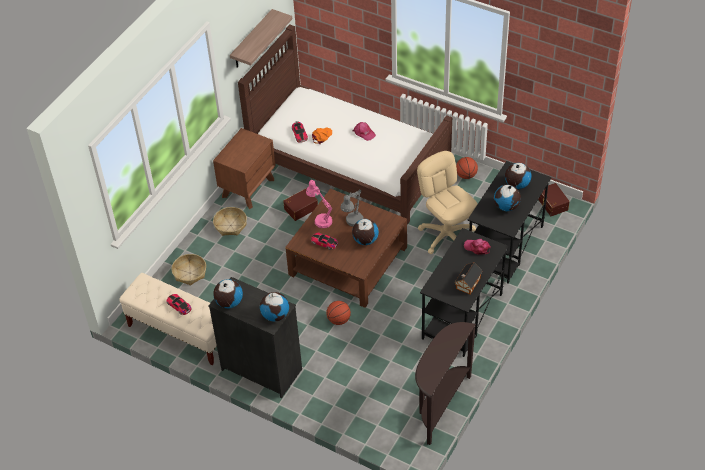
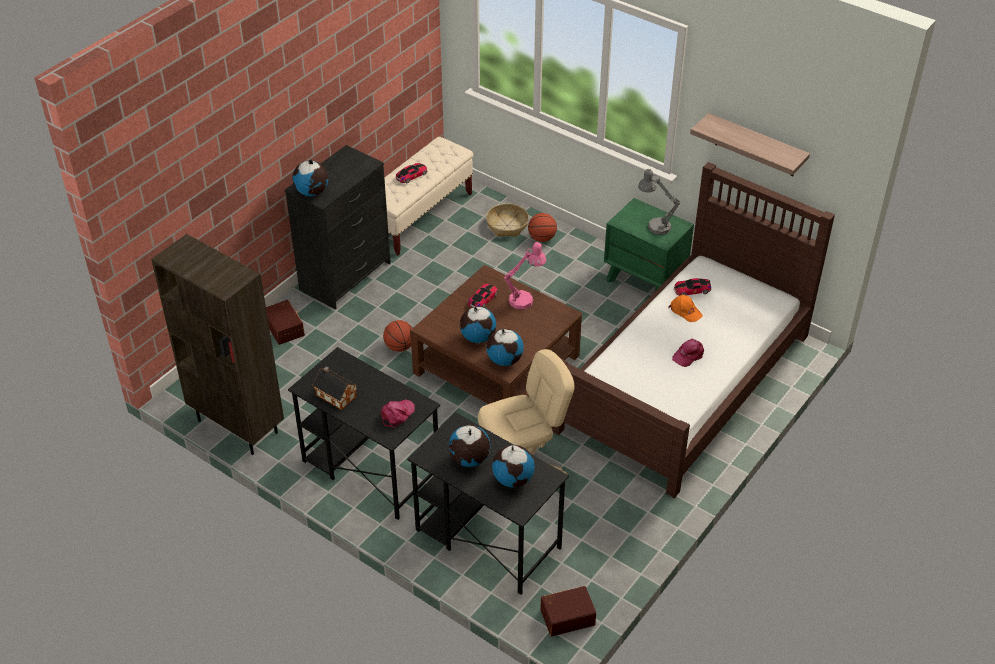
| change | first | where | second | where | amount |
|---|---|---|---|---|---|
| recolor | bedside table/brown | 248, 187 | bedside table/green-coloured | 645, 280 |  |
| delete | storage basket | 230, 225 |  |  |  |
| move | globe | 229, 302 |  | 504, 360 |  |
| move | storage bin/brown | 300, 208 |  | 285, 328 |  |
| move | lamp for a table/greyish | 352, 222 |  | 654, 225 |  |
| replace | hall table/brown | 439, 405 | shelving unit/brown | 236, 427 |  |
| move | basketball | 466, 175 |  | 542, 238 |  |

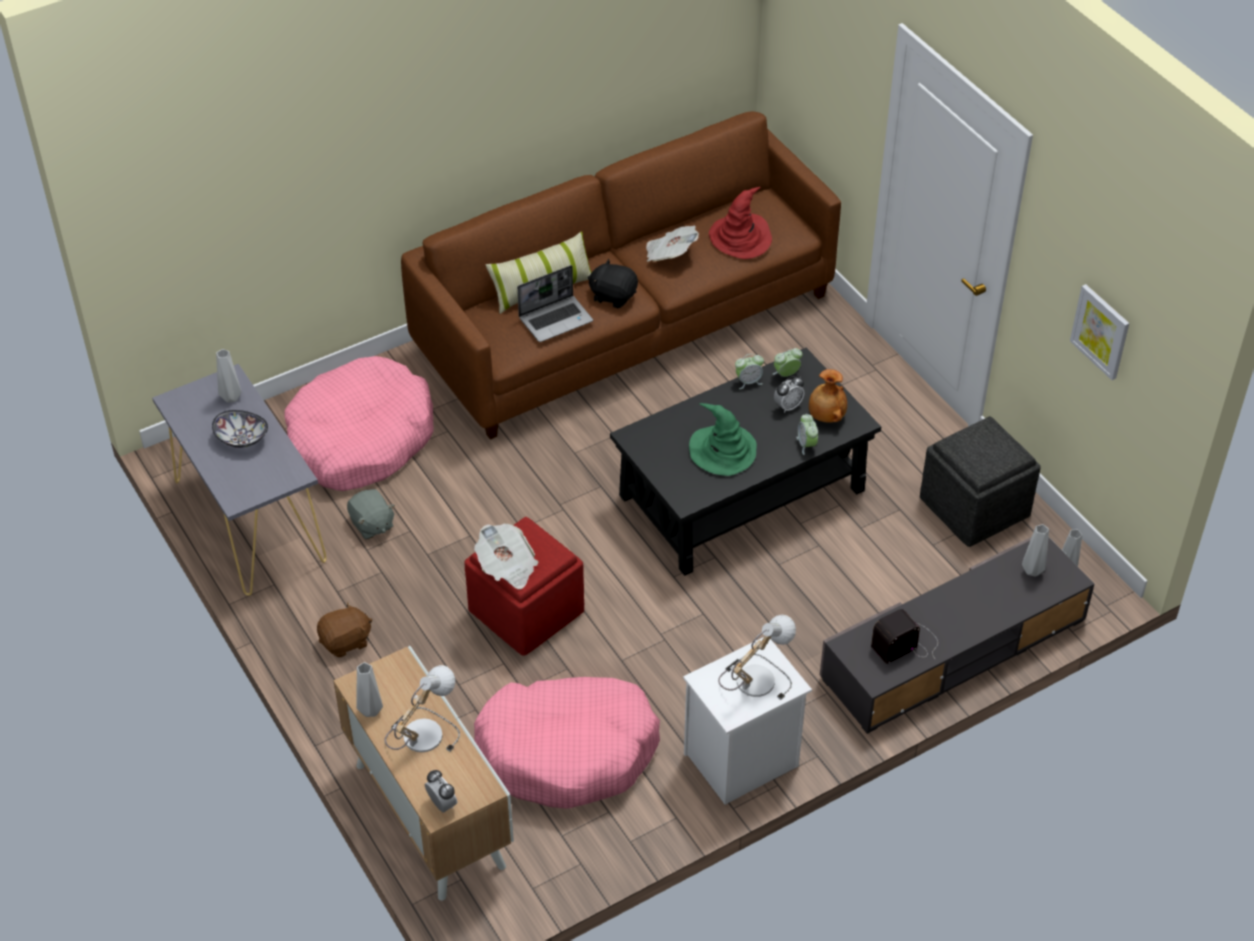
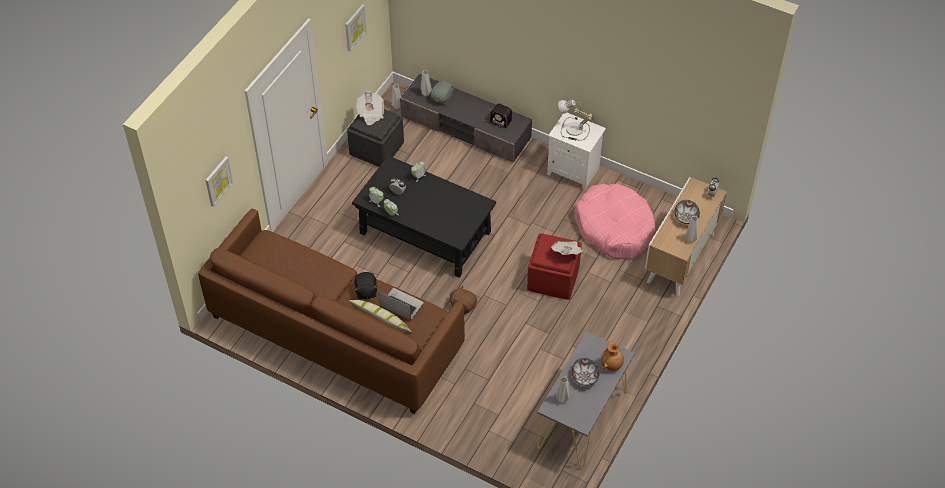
| change | first | where | second | where | amount |
|---|---|---|---|---|---|
| delete | dog cushion/pinkish | 360, 439 |  |  |  |
| move | soft toy/brown | 346, 641 |  | 463, 305 |  |
| move | soft toy/greyish | 372, 525 |  | 442, 98 |  |
| replace | lamp for a table | 421, 732 | deep dish | 686, 217 |  |
| move | printed paper | 670, 254 |  | 370, 114 |  |
| delete | wearable hat/green-coloured | 723, 451 |  |  |  |
| delete | wearable hat/reddish | 741, 238 |  |  |  |
| move | flower vase/brown | 826, 416 |  | 612, 365 |  |
| insert |  |  | wall art | 218, 181 |  |

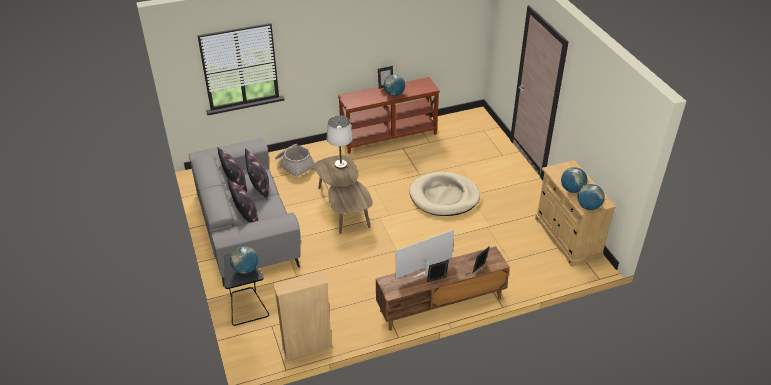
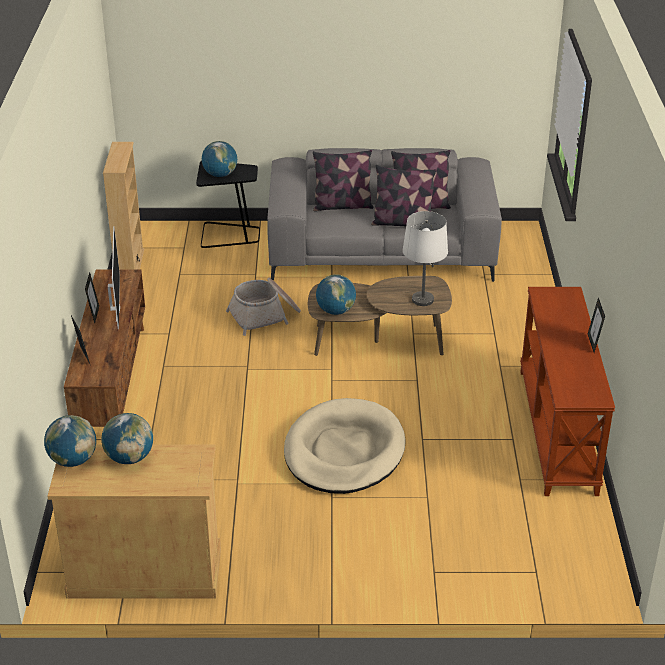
| change | first | where | second | where | amount |
|---|---|---|---|---|---|
| move | storage basket | 295, 165 |  | 265, 316 |  |
| move | globe | 394, 94 |  | 335, 311 |  |

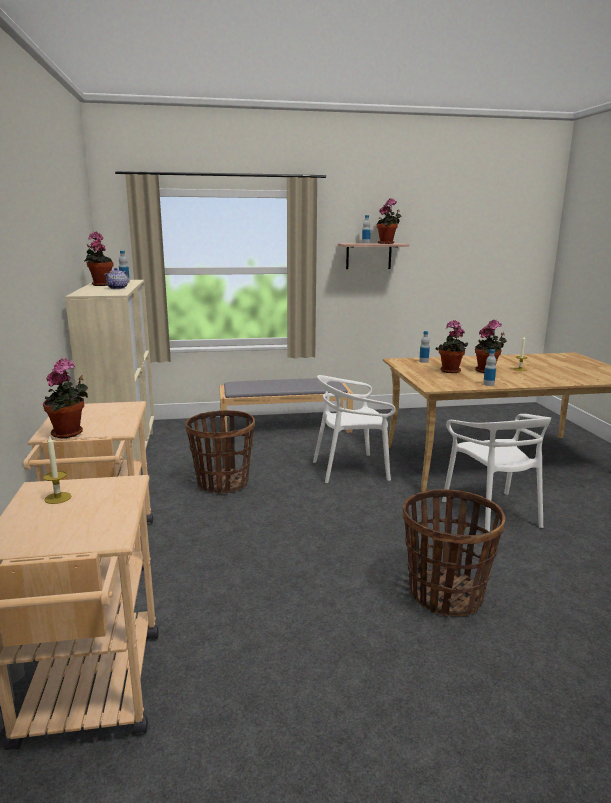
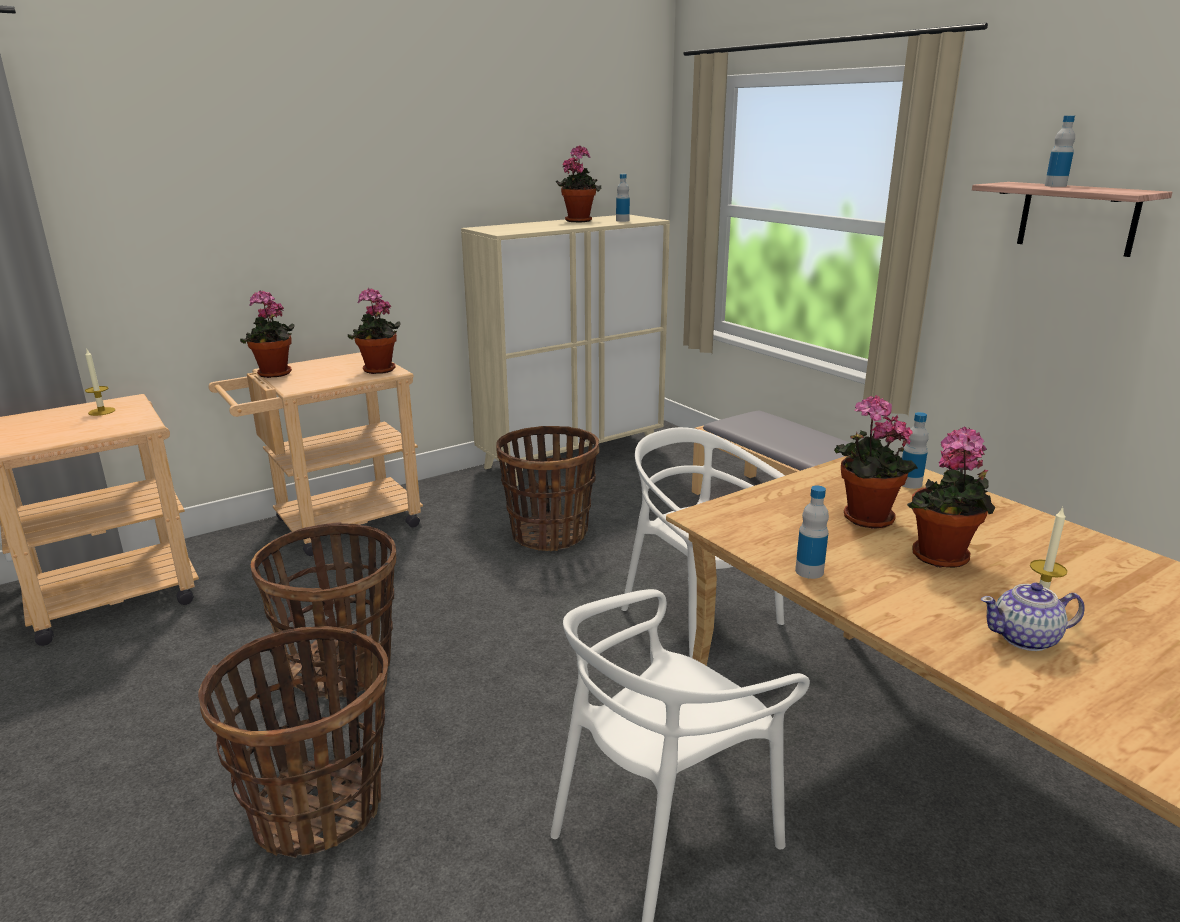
| change | first | where | second | where | amount |
|---|---|---|---|---|---|
| move | tea pot | 118, 288 |  | 1026, 639 |  |
| move | plant in a pot | 387, 243 |  | 379, 371 |  |
| insert |  |  | storage basket | 341, 668 |  |

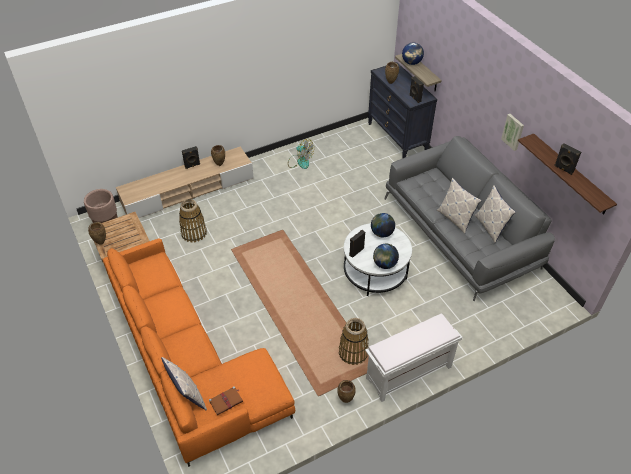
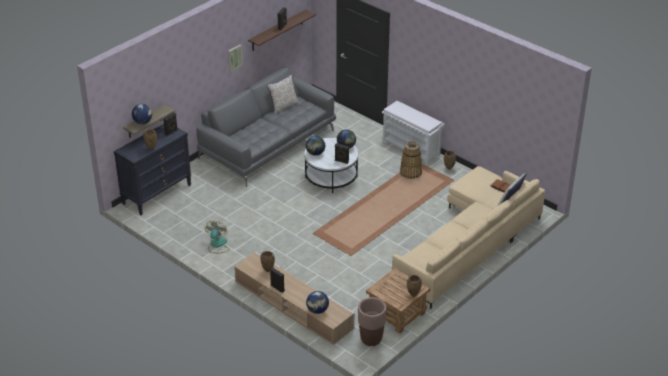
| change | first | where | second | where | amount |
|---|---|---|---|---|---|
| recolor | settee/orange-coloured | 190, 362 | settee/beige-coloured | 469, 243 |  |
| delete | storage basket | 194, 233 |  |  |  |
| delete | pillow | 455, 219 |  |  |  |
| insert |  |  | globe | 317, 310 |  |

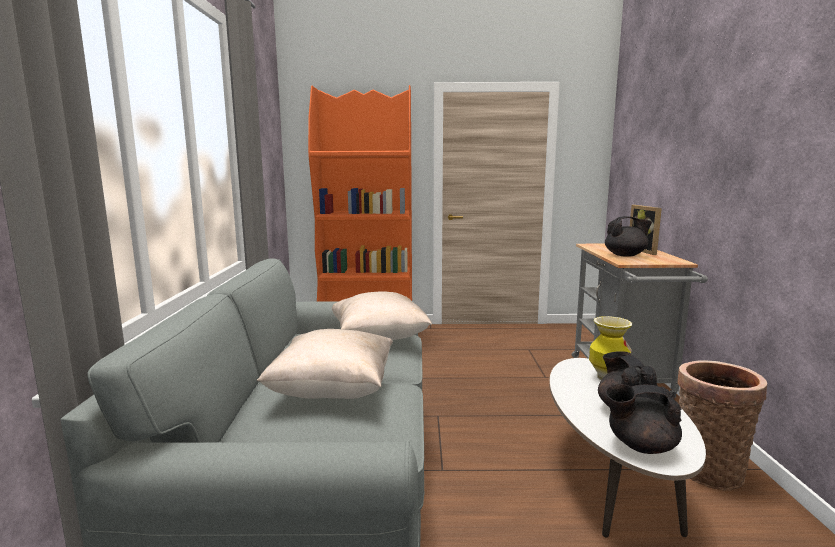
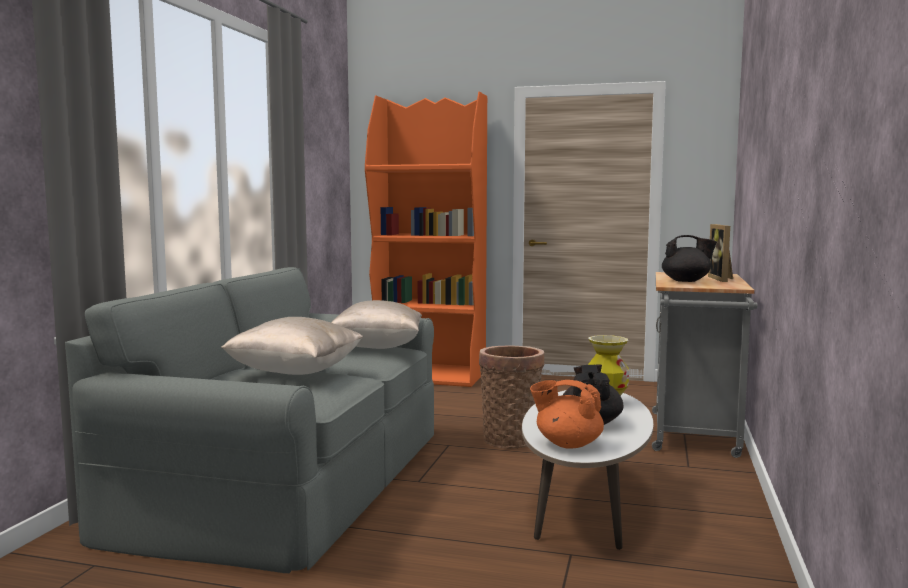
| change | first | where | second | where | amount |
|---|---|---|---|---|---|
| recolor | tea pot/black-coloured | 640, 446 | tea pot/orange-coloured | 567, 444 |  |
| move | storage basket | 708, 469 |  | 510, 439 |  |

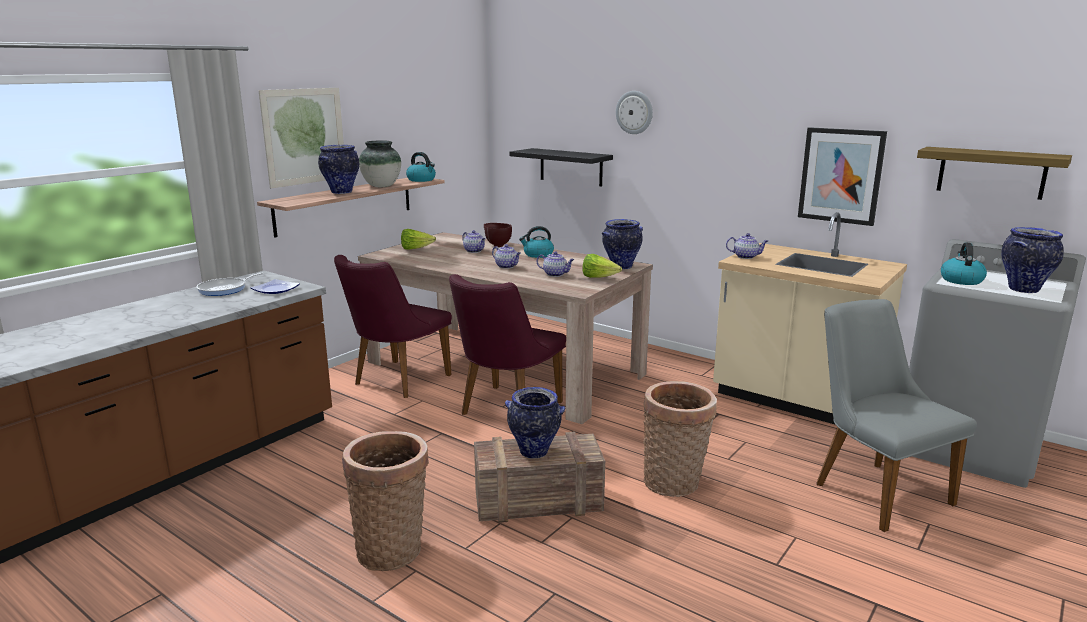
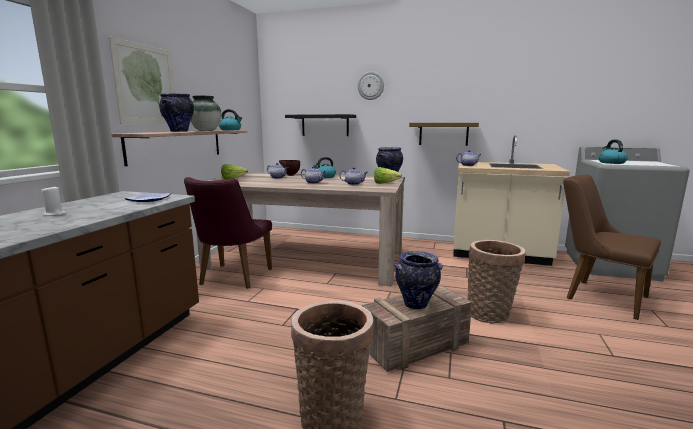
| change | first | where | second | where | amount |
|---|---|---|---|---|---|
| delete | skillet | 225, 289 |  |  |  |
| delete | upright chair/purplish | 505, 411 |  |  |  |
| delete | wall art | 841, 175 |  |  |  |
| recolor | upright chair/greyish | 872, 488 | upright chair/brown | 598, 295 |  |
| move | bracket shelf | 991, 172 |  | 443, 134 |  |
| delete | flower vase | 1024, 289 |  |  |  |
| insert |  |  | wax light/whitish | 55, 214 |  |

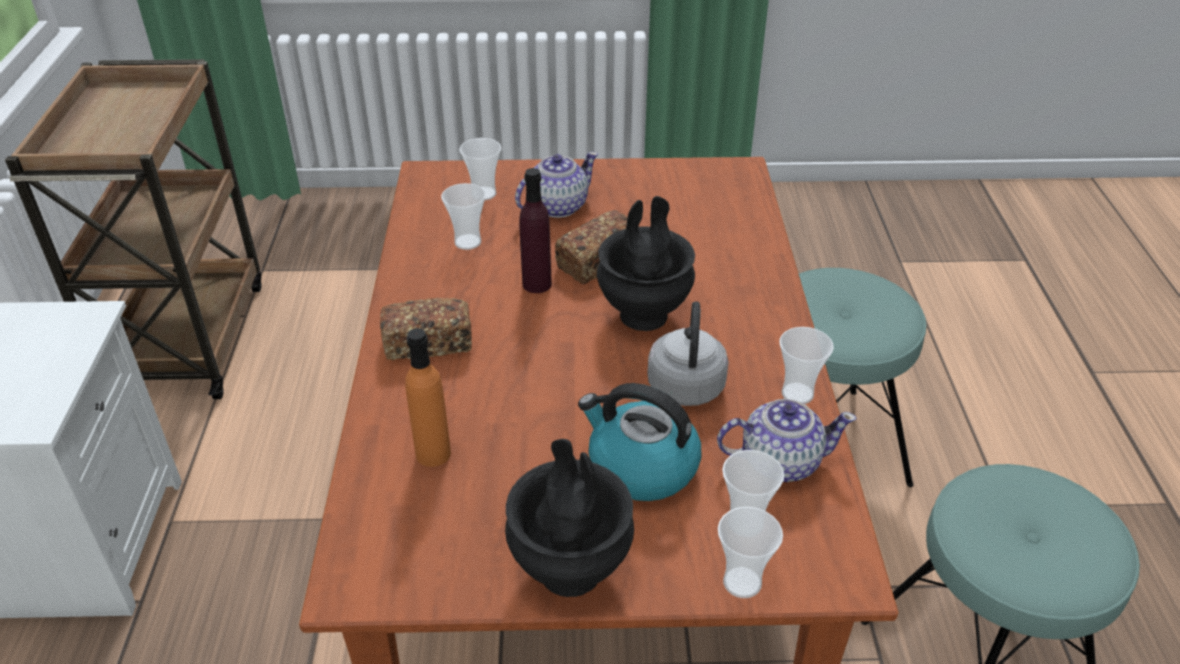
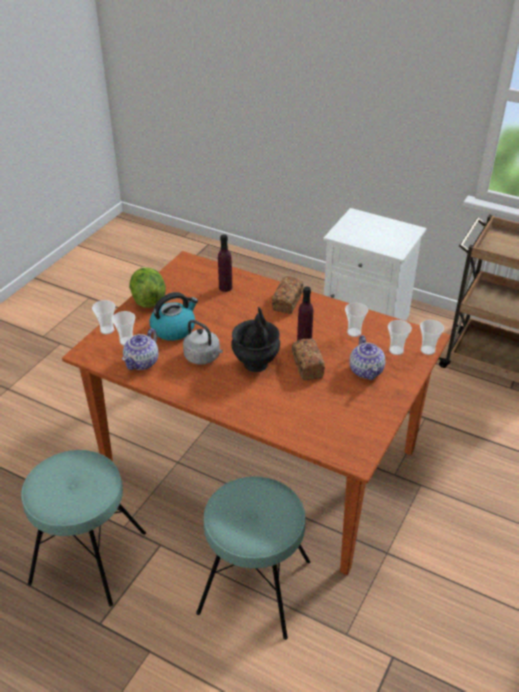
| change | first | where | second | where | amount |
|---|---|---|---|---|---|
| recolor | beverage bottle/orange-coloured | 433, 453 | beverage bottle/purplish | 225, 287 |  |
| replace | flower vase/black-coloured | 572, 571 | lettuce | 148, 299 |  |
| move | small cup | 797, 393 |  | 427, 350 |  |

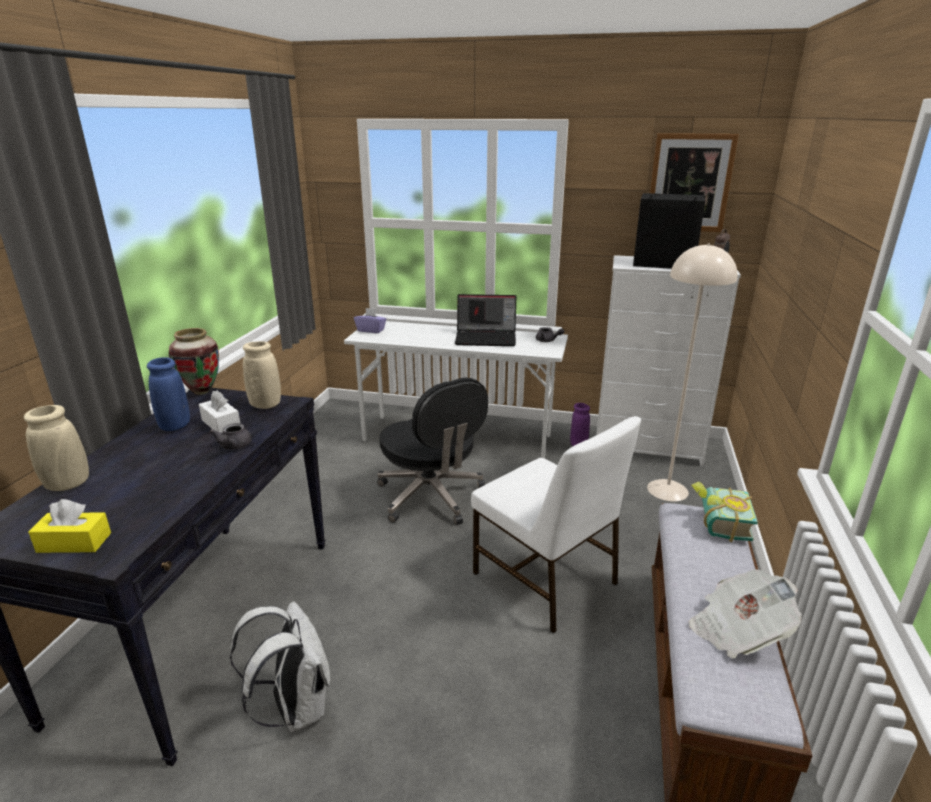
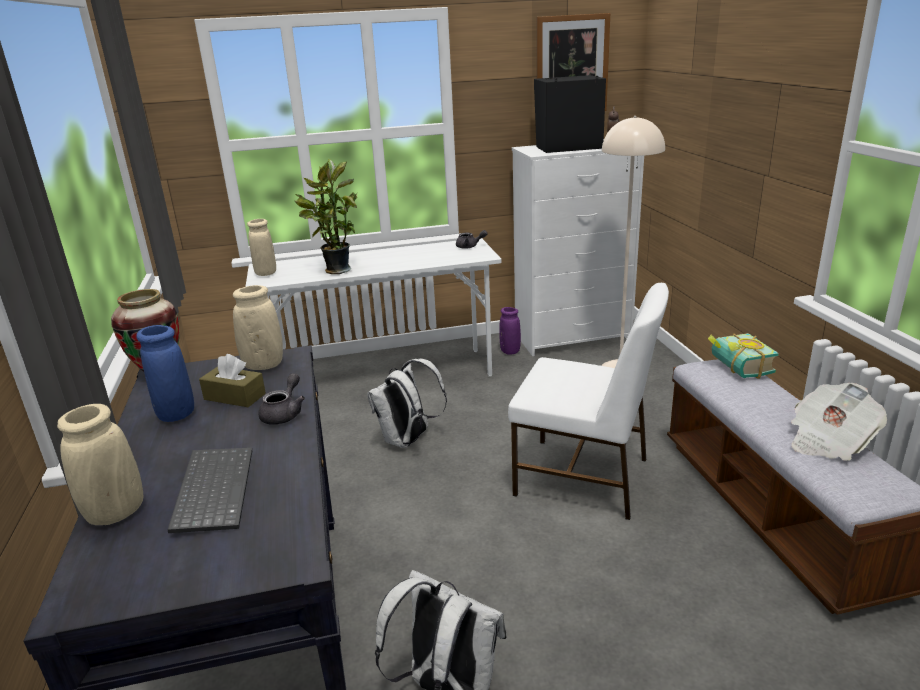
| change | first | where | second | where | amount |
|---|---|---|---|---|---|
| delete | tissue holder/yellow-coloured | 74, 542 |  |  |  |
| recolor | tissue holder/whitish | 221, 424 | tissue holder/brown | 234, 396 |  |
| rotate | tea pot/greyish | 233, 447 |  | 284, 413 | 135 degrees counterclockwise |
| replace | tissue holder/purplish | 371, 330 | flower vase/beige-coloured | 266, 273 |  |
| replace | office chair/black-coloured | 431, 497 | backpack/whitish | 408, 440 |  |
| delete | laptop | 486, 338 |  |  |  |
| insert |  |  | computer keyboard | 212, 490 |  |
| insert |  |  | plant in a pot | 335, 270 |  |

